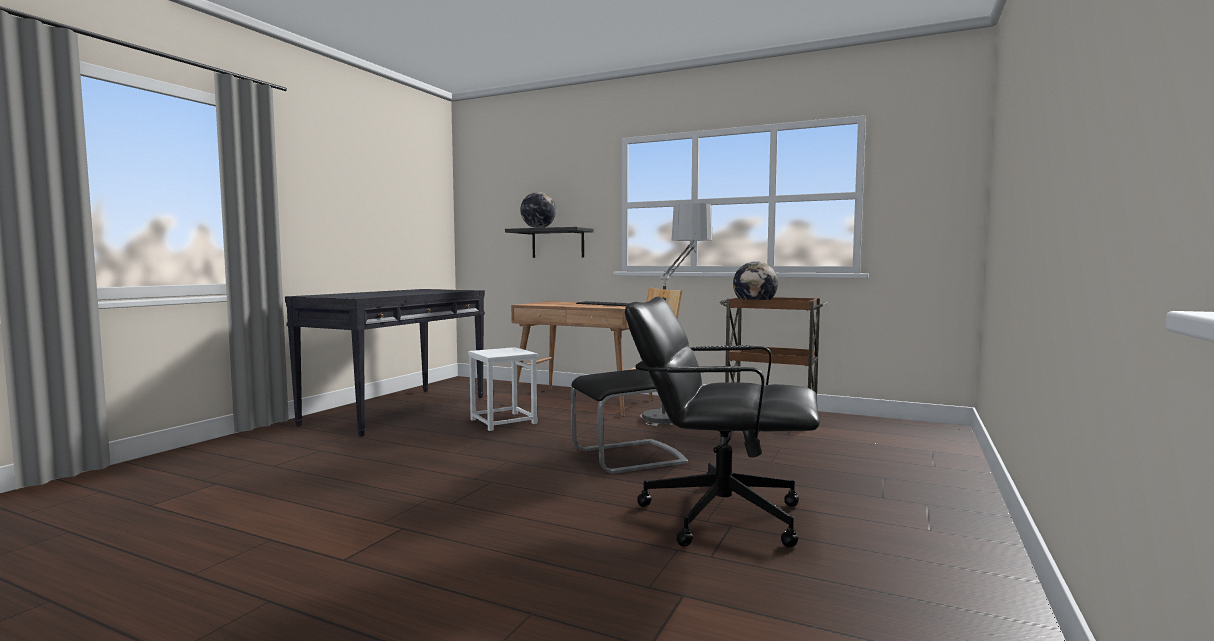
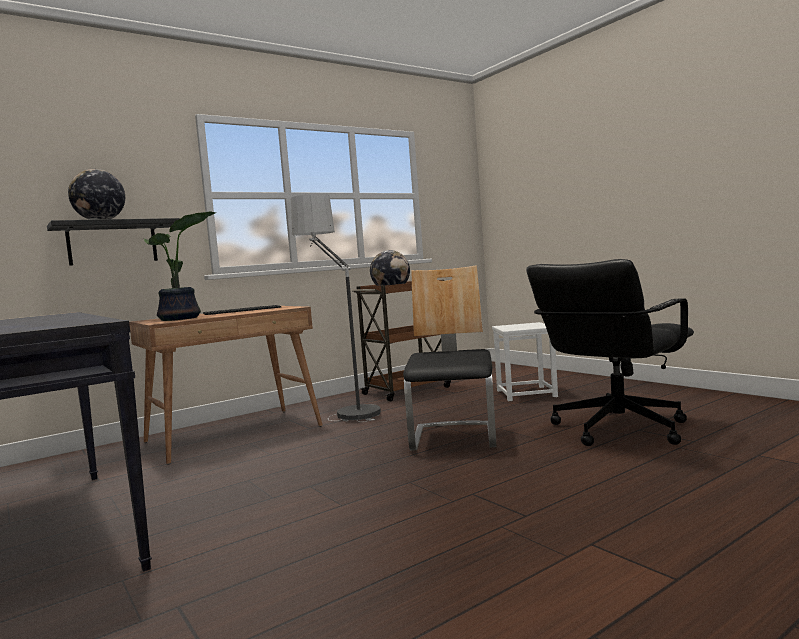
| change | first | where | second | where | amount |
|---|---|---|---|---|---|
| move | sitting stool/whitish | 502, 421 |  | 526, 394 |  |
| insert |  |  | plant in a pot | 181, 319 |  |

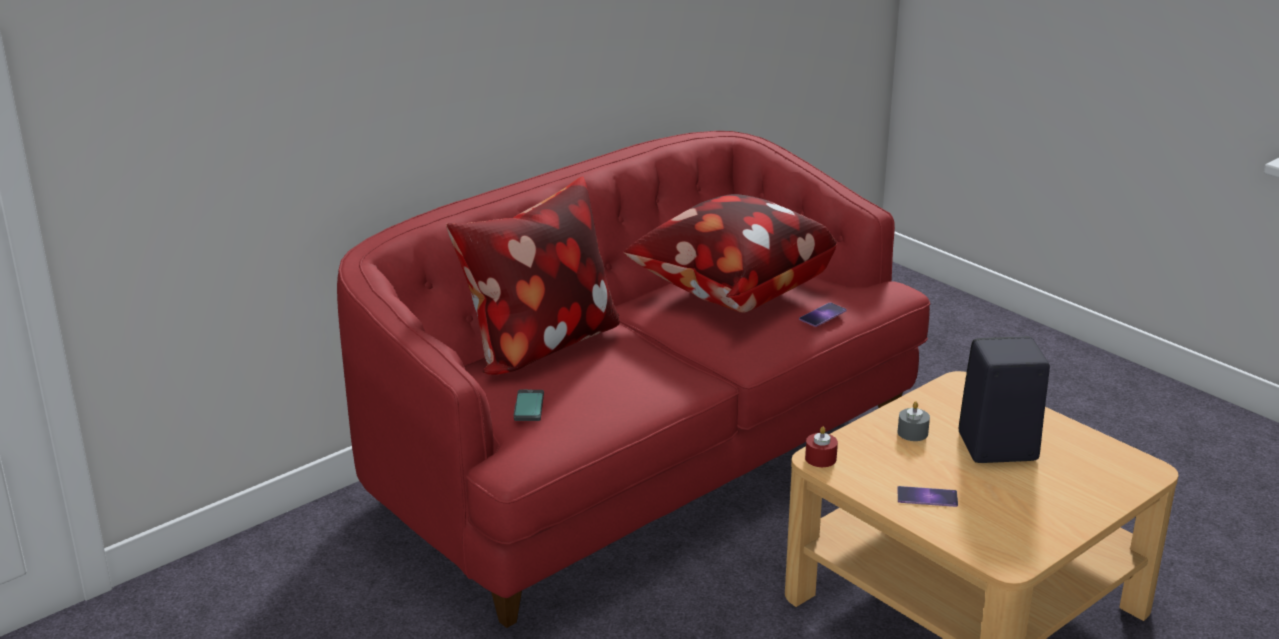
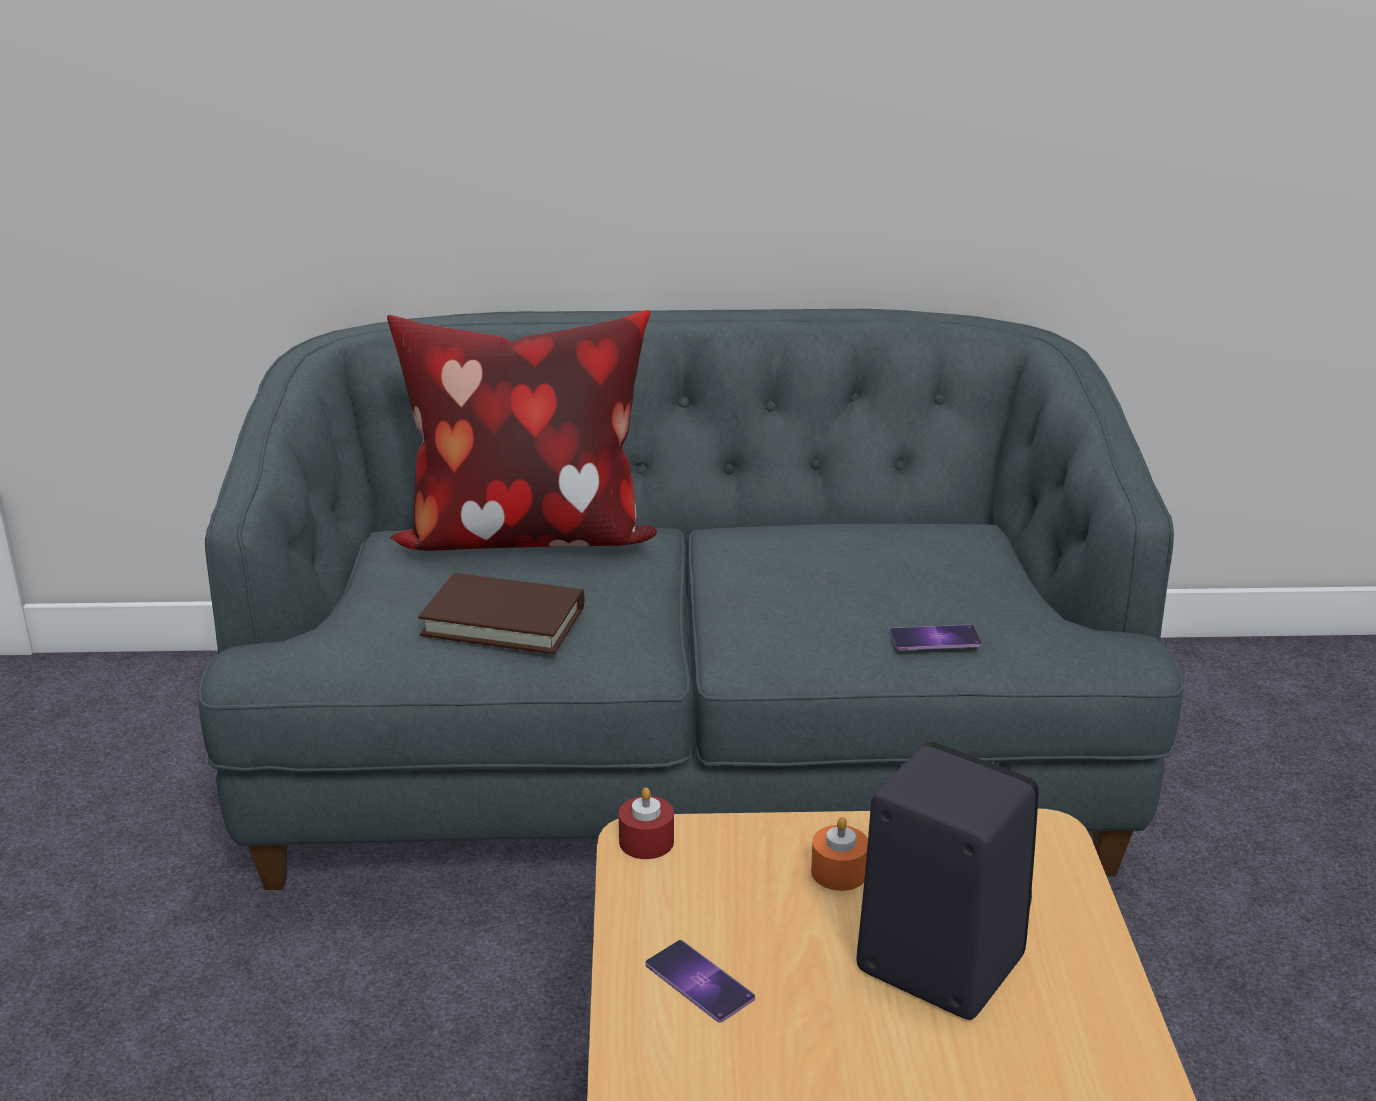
| change | first | where | second | where | amount |
|---|---|---|---|---|---|
| recolor | settee/reddish | 640, 463 | settee/greyish | 689, 768 |  |
| delete | phone | 528, 406 |  |  |  |
| delete | pillow | 729, 292 |  |  |  |
| recolor | wax light/greyish | 912, 433 | wax light/orange-coloured | 839, 872 |  |
| insert |  |  | volume/brown | 503, 621 |  |

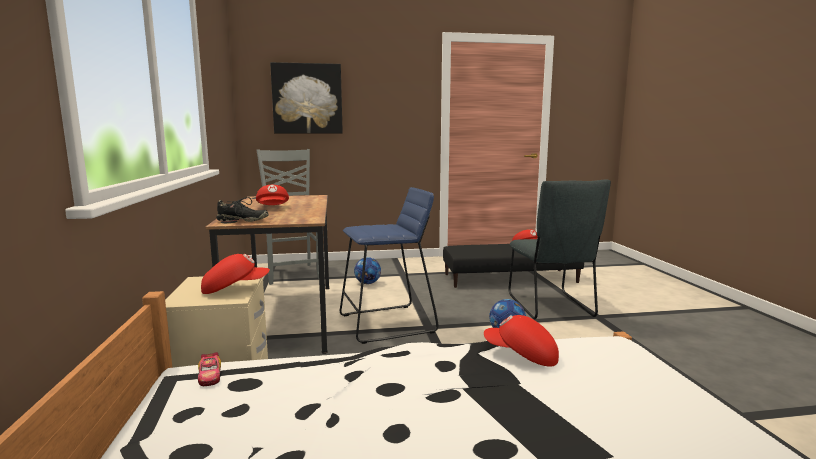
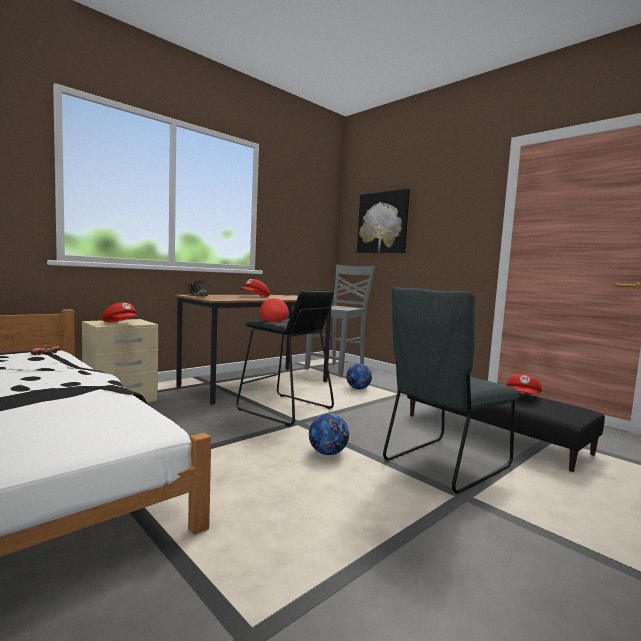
| change | first | where | second | where | amount |
|---|---|---|---|---|---|
| recolor | sitting stool/bluish | 387, 324 | sitting stool/black-coloured | 284, 409 |  |
| move | peaked cap/reddish | 521, 356 |  | 273, 320 |  |

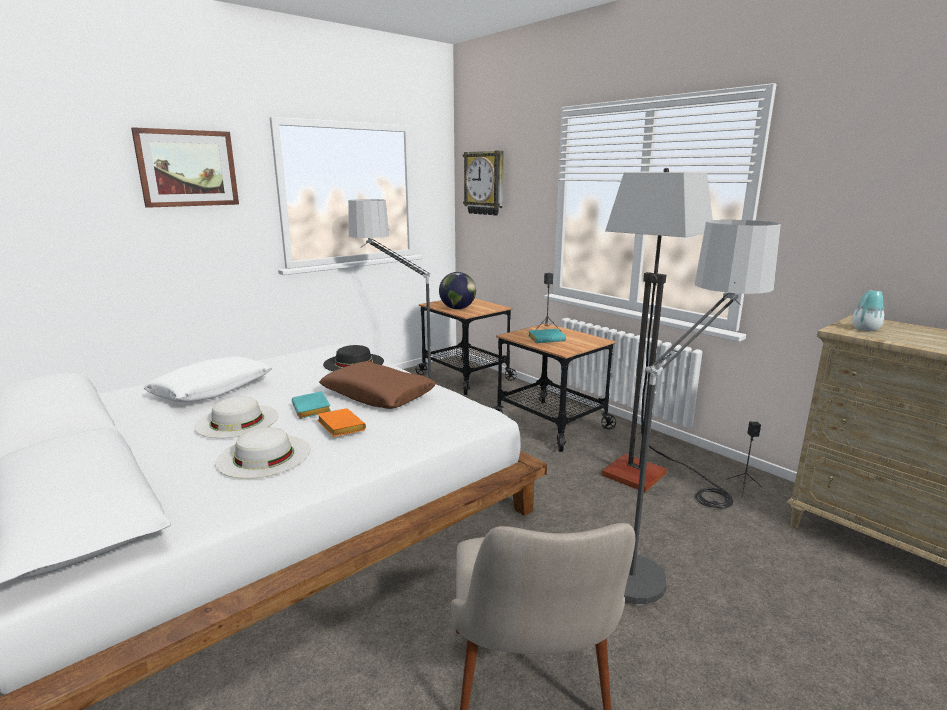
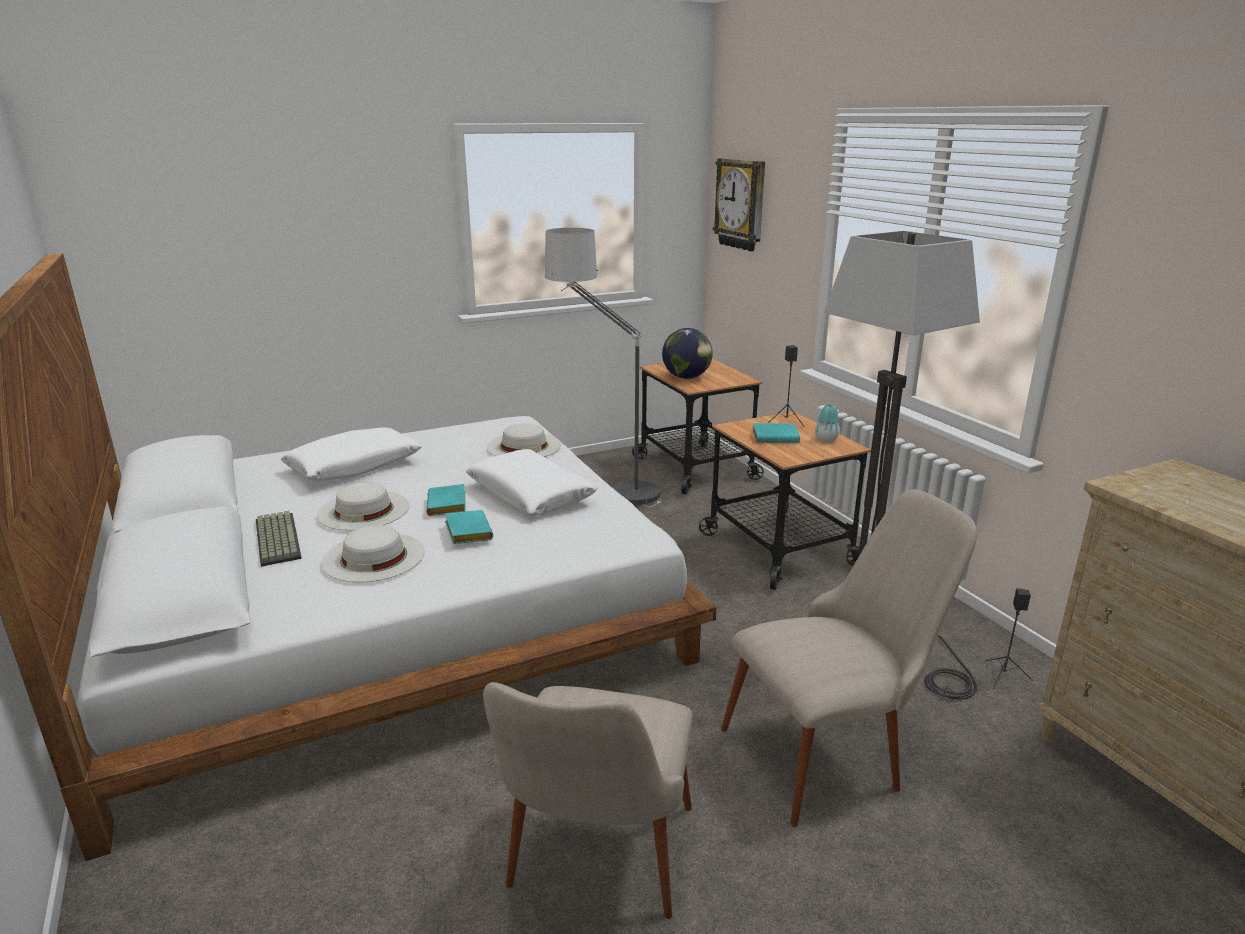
| change | first | where | second | where | amount |
|---|---|---|---|---|---|
| delete | wall art | 187, 168 |  |  |  |
| recolor | volume/orange-coloured | 339, 426 | volume/turquoise-coloured | 466, 531 |  |
| recolor | pillow/brown | 378, 395 | pillow/whitish | 531, 494 |  |
| recolor | wearable hat/black-coloured | 354, 363 | wearable hat/whitish | 524, 446 |  |
| replace | floor lamp | 661, 559 | upright chair/beige-coloured | 832, 750 |  |
| move | flower vase | 865, 329 |  | 826, 439 |  |
| insert |  |  | computer keyboard | 275, 539 |  |

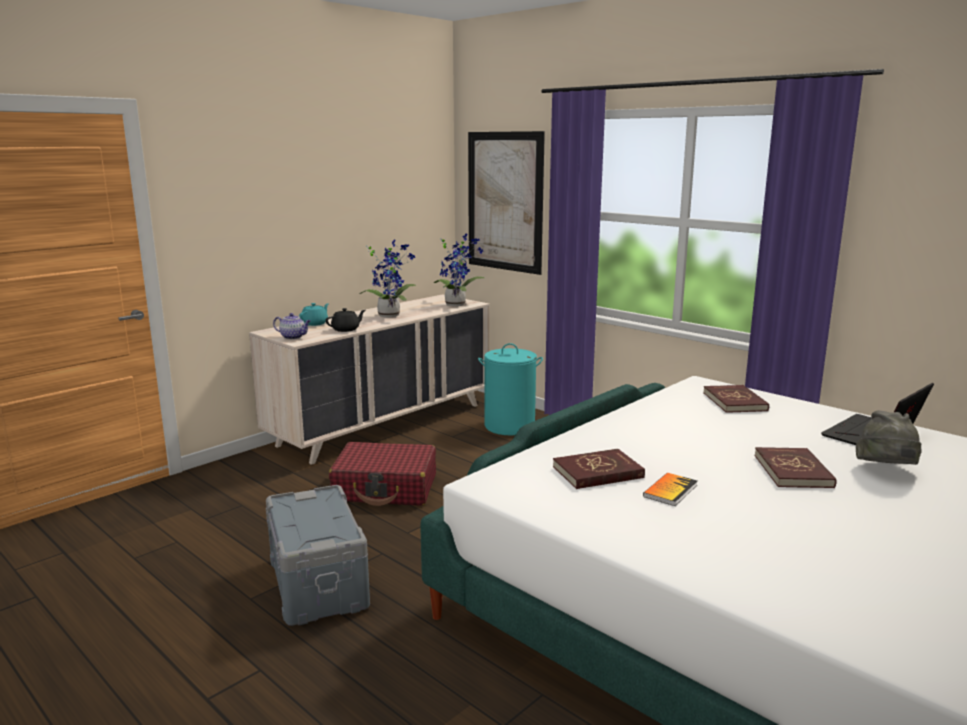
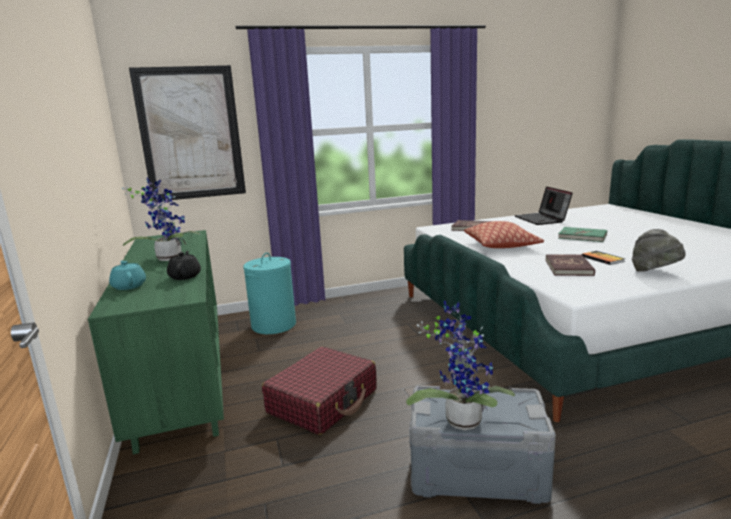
| change | first | where | second | where | amount |
|---|---|---|---|---|---|
| recolor | chest of drawers/beige-coloured | 384, 424 | chest of drawers/green-coloured | 183, 376 |  |
| delete | tea pot | 293, 337 |  |  |  |
| move | plant in a pot | 457, 304 |  | 461, 418 |  |
| recolor | volume/reddish | 793, 471 | volume/green-coloured | 582, 236 |  |
| move | wearable hat/greyish | 886, 471 |  | 655, 272 |  |
| insert |  |  | pillow | 501, 245 |  |

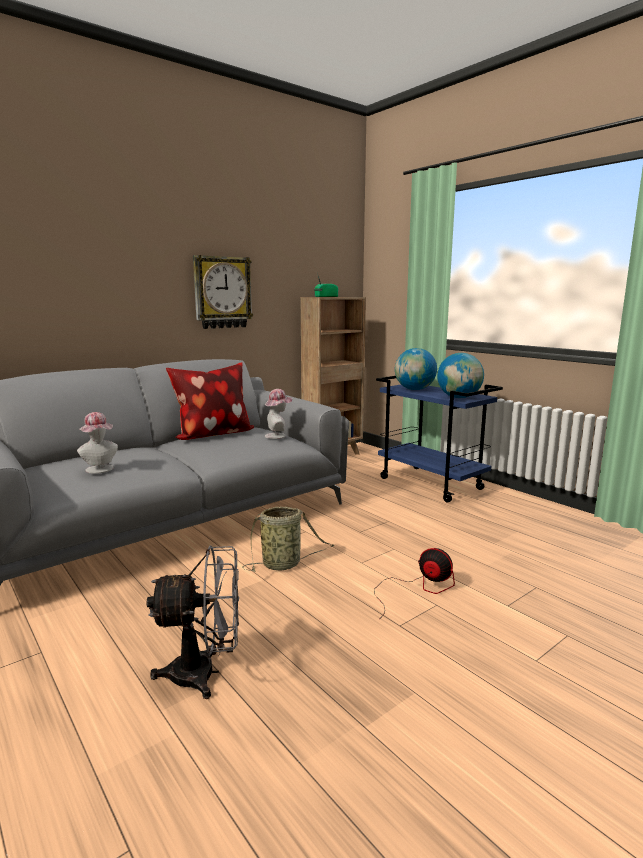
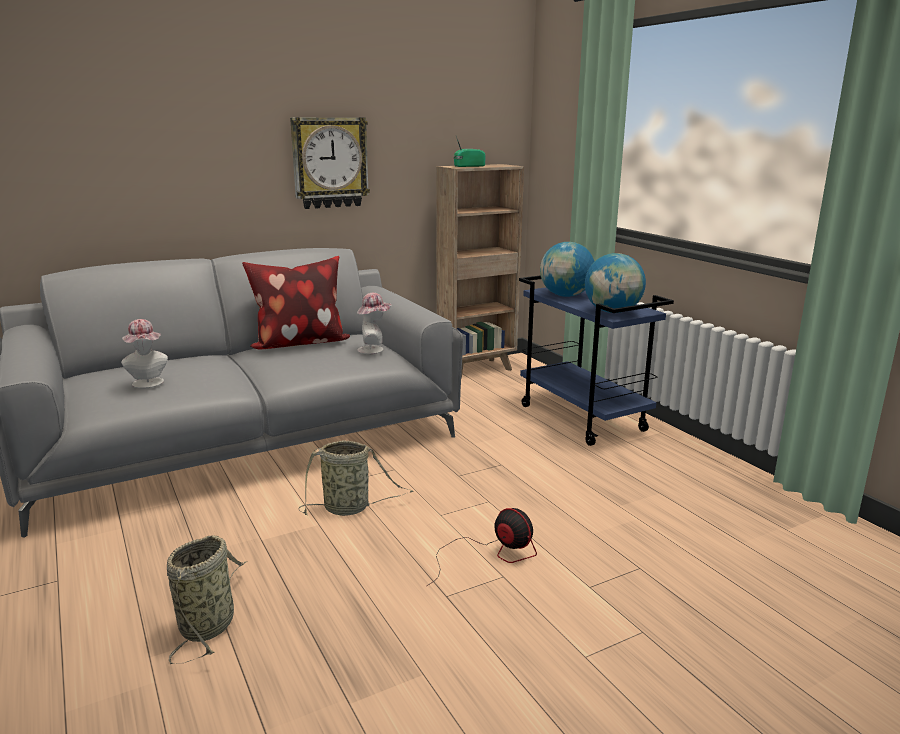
| change | first | where | second | where | amount |
|---|---|---|---|---|---|
| replace | cooling fan/greyish | 205, 673 | storage basket | 209, 624 |  |

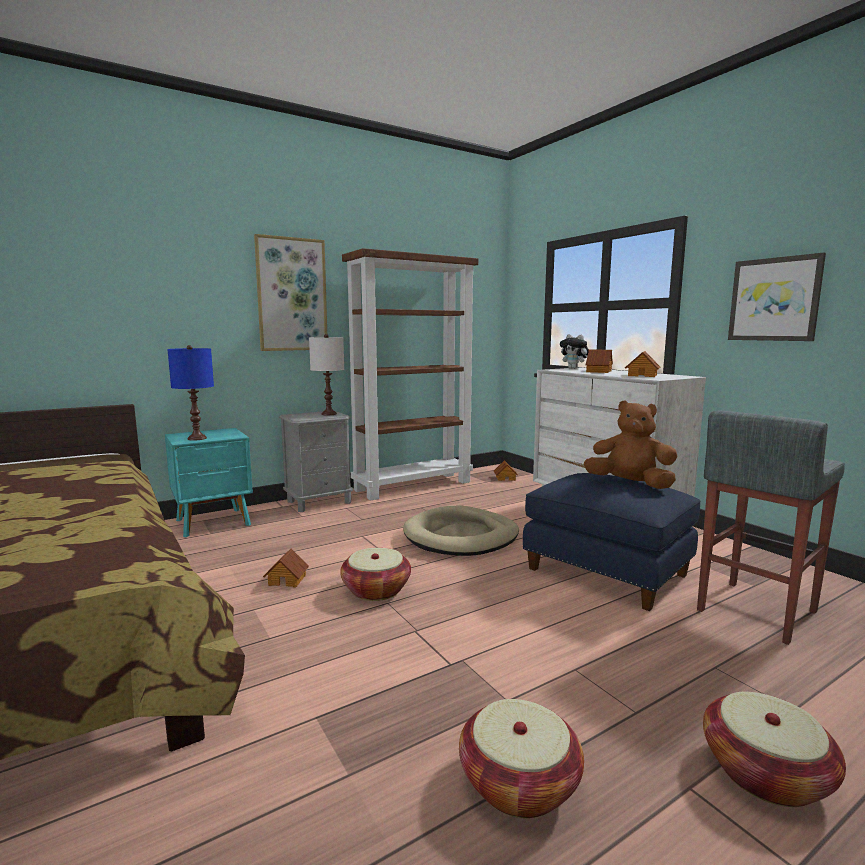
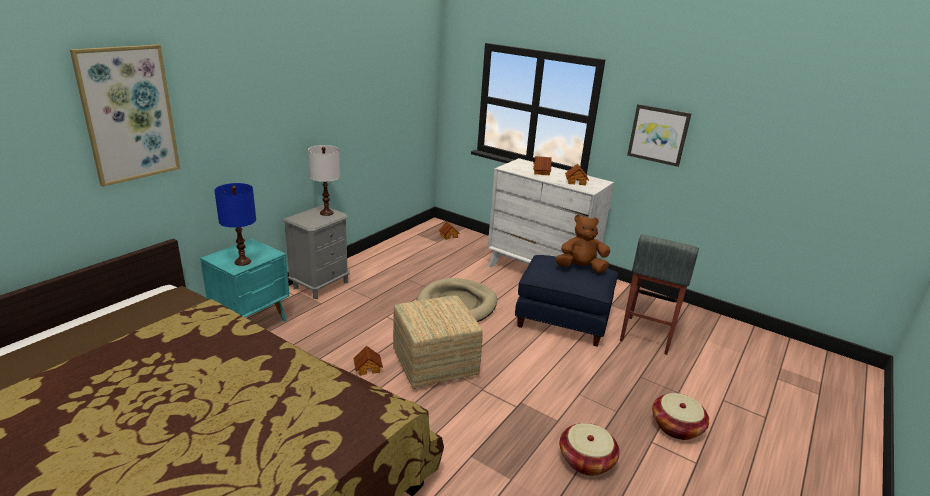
| change | first | where | second | where | amount |
|---|---|---|---|---|---|
| move | wall art | 292, 295 |  | 128, 114 |  |
| replace | storage basket | 376, 590 | ottoman | 435, 364 |  |
| delete | shelving unit/brown | 413, 485 |  |  |  |
| delete | soft toy | 574, 368 |  |  |  |

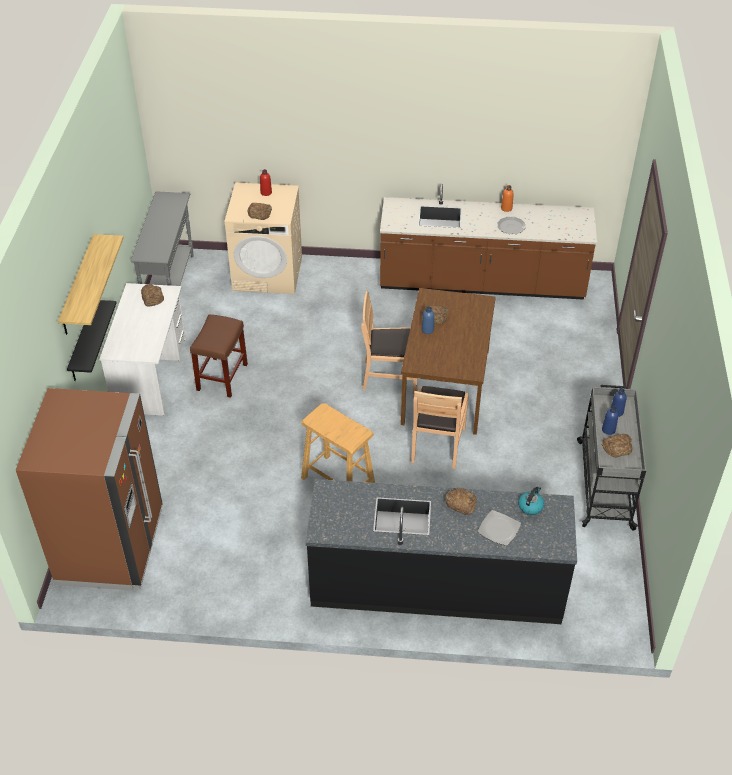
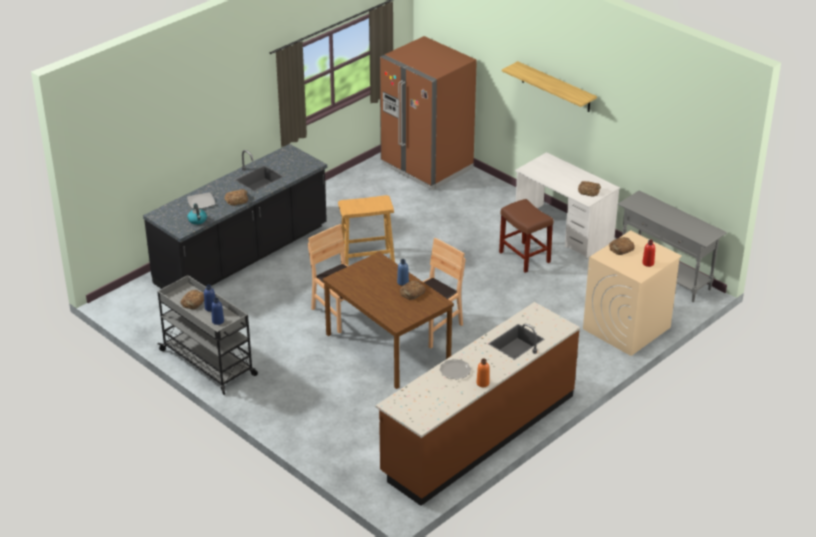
| change | first | where | second | where | amount |
|---|---|---|---|---|---|
| delete | bracket shelf/black-coloured | 82, 342 |  |  |  |

